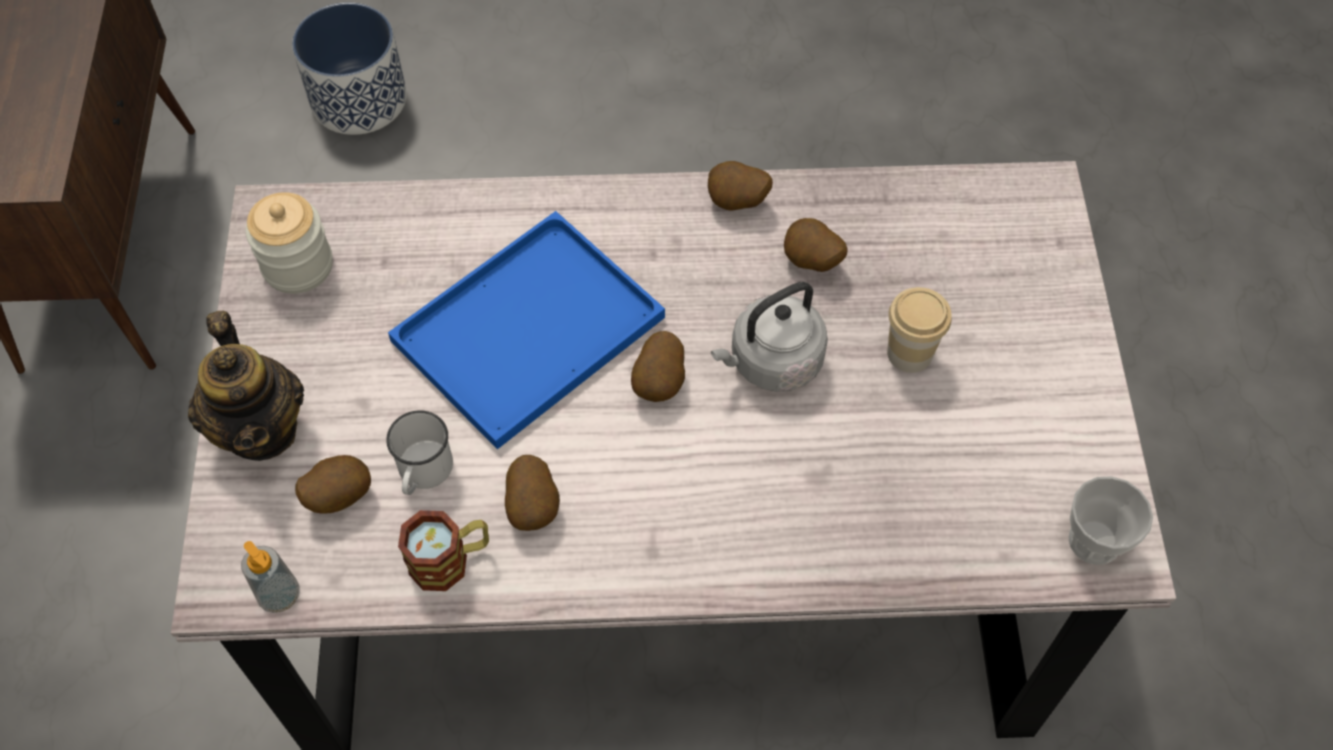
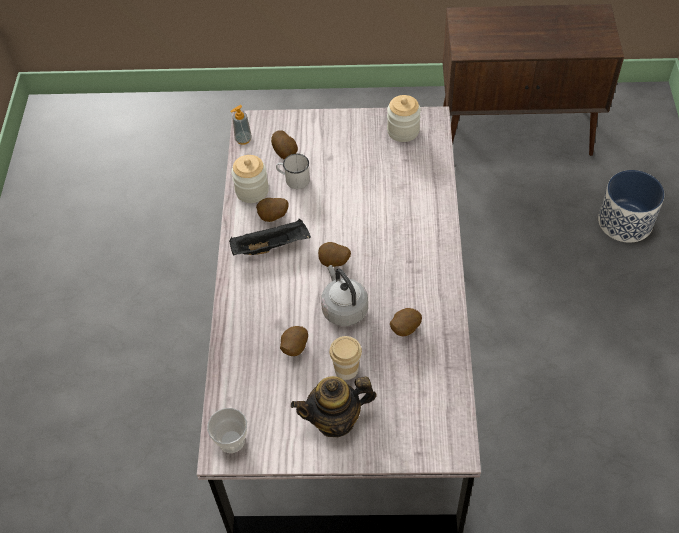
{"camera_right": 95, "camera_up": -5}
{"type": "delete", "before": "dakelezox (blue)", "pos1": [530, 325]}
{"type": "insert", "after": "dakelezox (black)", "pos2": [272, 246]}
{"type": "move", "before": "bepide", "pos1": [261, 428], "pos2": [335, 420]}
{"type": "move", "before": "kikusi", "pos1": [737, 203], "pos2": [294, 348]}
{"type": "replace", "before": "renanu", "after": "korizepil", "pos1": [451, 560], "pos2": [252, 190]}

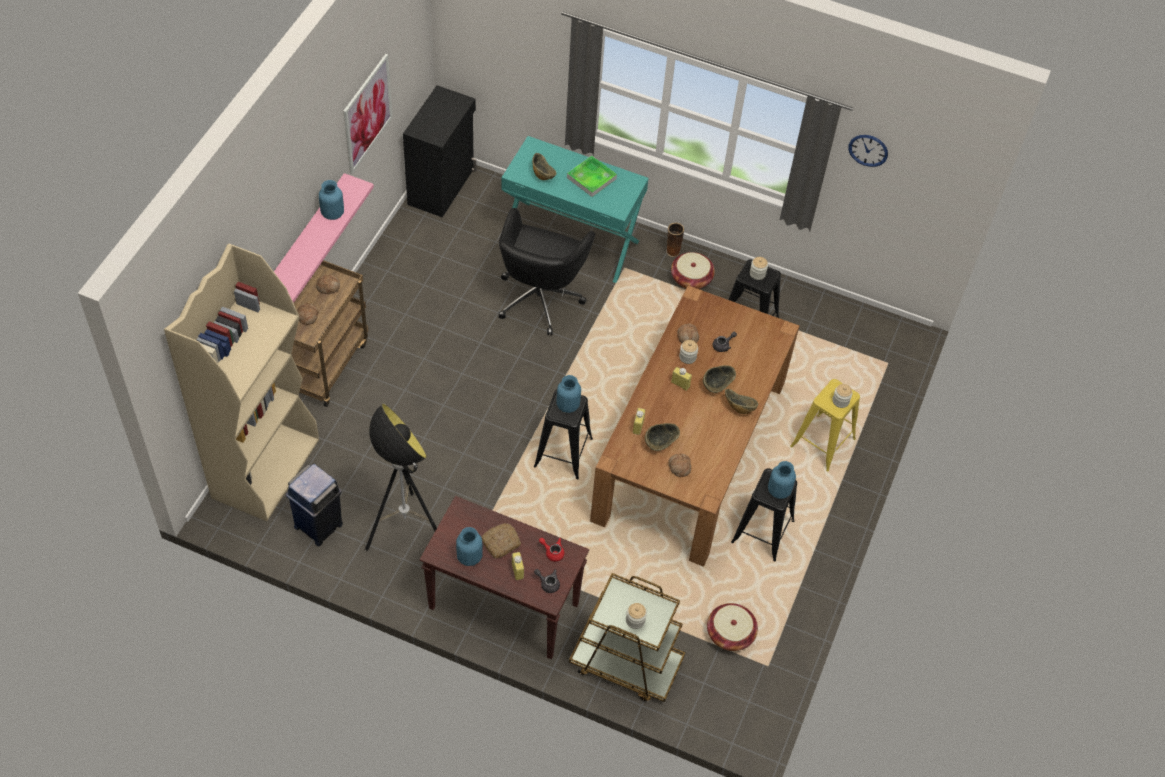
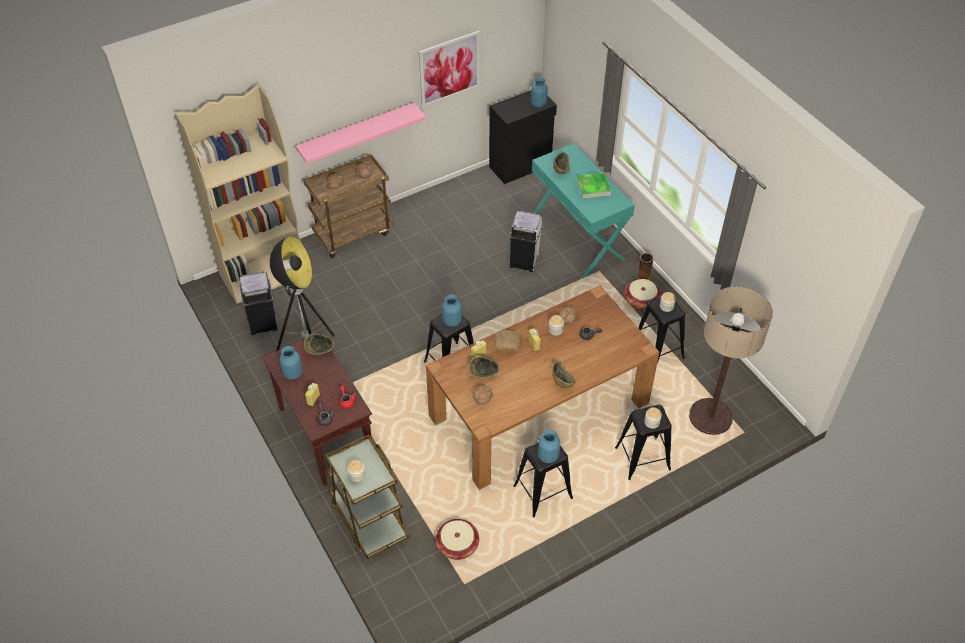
{"camera_right": 40, "camera_up": -5}
{"type": "delete", "before": "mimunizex", "pos1": [868, 150]}
{"type": "insert", "after": "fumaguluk", "pos2": [710, 417]}
{"type": "move", "before": "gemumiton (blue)", "pos1": [332, 213], "pos2": [538, 103]}
{"type": "move", "before": "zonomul", "pos1": [501, 542], "pos2": [507, 343]}
{"type": "move", "before": "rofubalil", "pos1": [716, 385], "pos2": [319, 351]}
{"type": "replace", "before": "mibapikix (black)", "after": "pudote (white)", "pos1": [540, 297], "pos2": [524, 261]}
{"type": "recolor", "before": "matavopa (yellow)", "after": "matavopa (black)", "pos1": [823, 442], "pos2": [643, 458]}

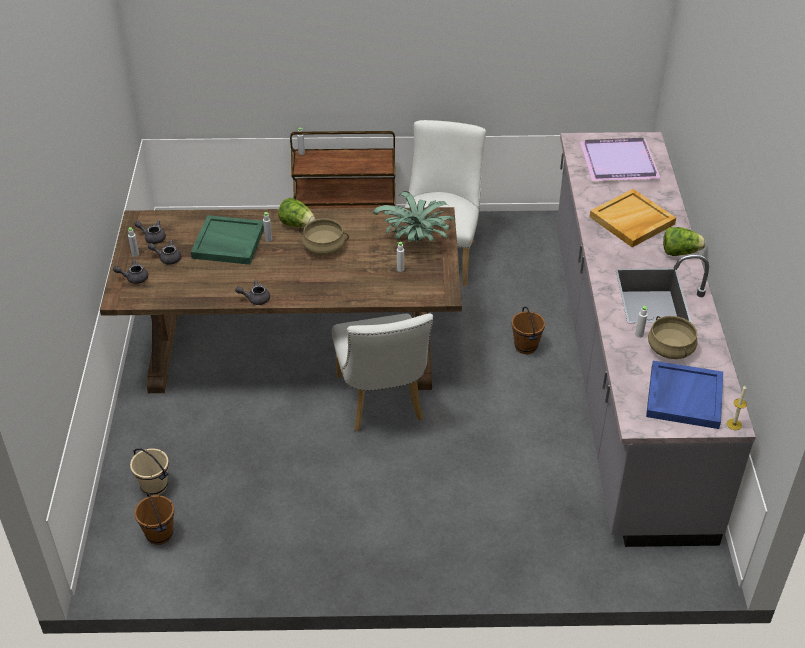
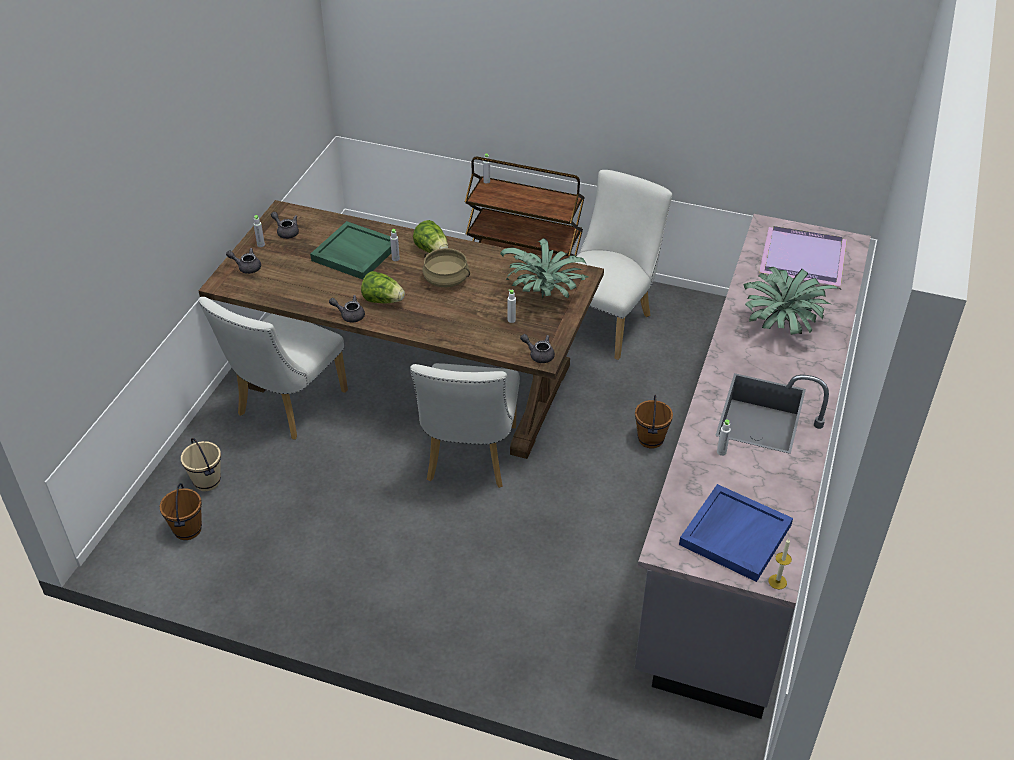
{"camera_right": 20, "camera_up": 0}
{"type": "delete", "before": "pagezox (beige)", "pos1": [670, 349]}
{"type": "insert", "after": "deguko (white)", "pos2": [286, 407]}
{"type": "move", "before": "bepide (grey)", "pos1": [167, 258], "pos2": [539, 354]}
{"type": "move", "before": "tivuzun", "pos1": [680, 252], "pos2": [383, 300]}
{"type": "replace", "before": "dakelezox (beige)", "after": "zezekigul", "pos1": [632, 221], "pos2": [782, 325]}

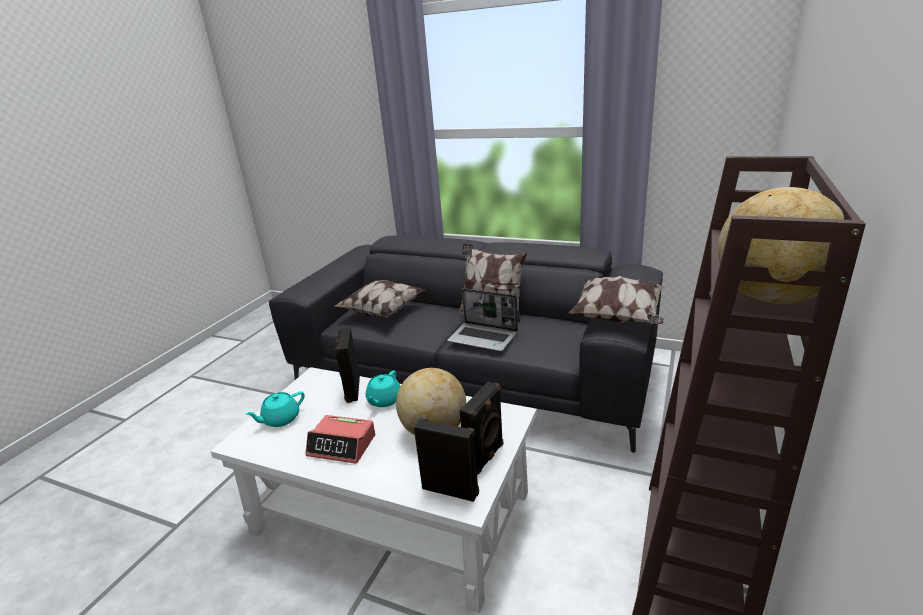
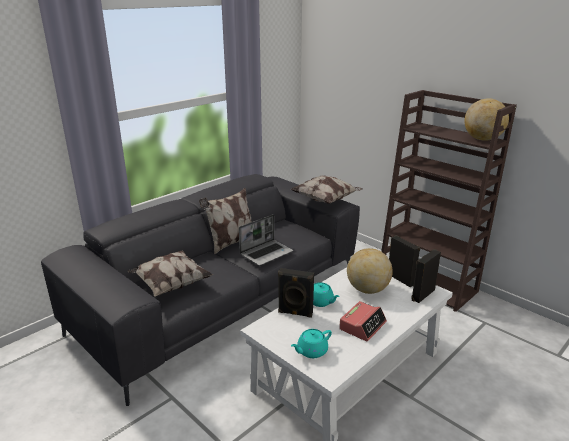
{"camera_right": -70, "camera_up": 0}
{"type": "rotate", "before": "bepide (turquoise)", "pos1": [280, 419], "pos2": [311, 351], "turn": 75}

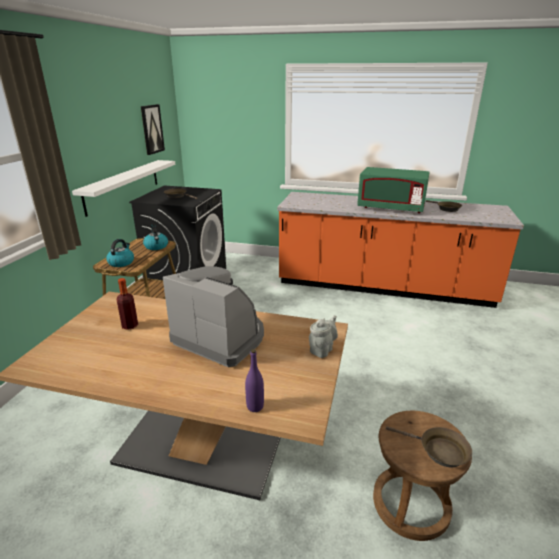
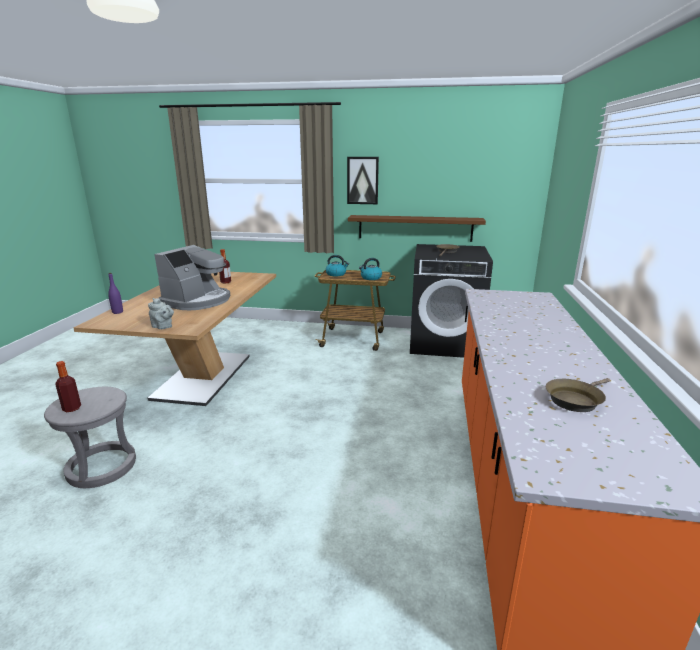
{"camera_right": 85, "camera_up": -5}
{"type": "delete", "before": "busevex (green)", "pos1": [391, 208]}
{"type": "move", "before": "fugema", "pos1": [152, 129], "pos2": [362, 180]}
{"type": "replace", "before": "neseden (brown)", "after": "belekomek", "pos1": [439, 451], "pos2": [72, 408]}
{"type": "recolor", "before": "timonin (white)", "after": "timonin (brown)", "pos1": [123, 185], "pos2": [415, 228]}
{"type": "recolor", "before": "matavopa (brown)", "after": "matavopa (grey)", "pos1": [411, 504], "pos2": [101, 467]}

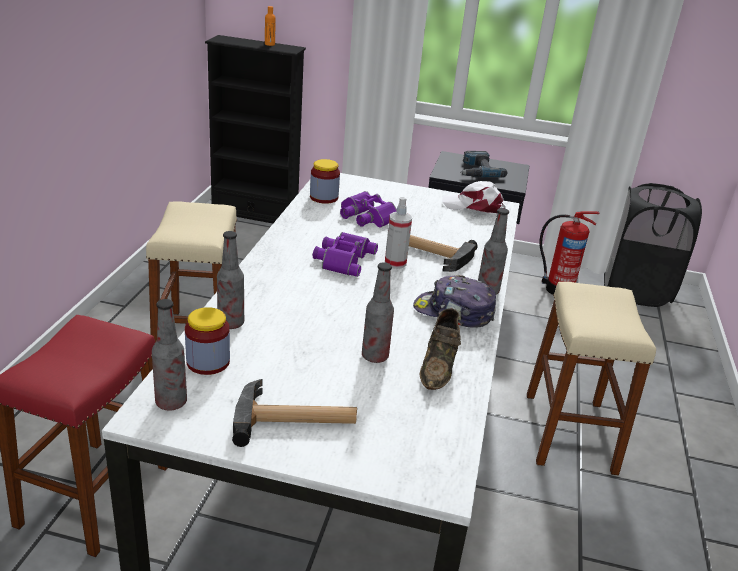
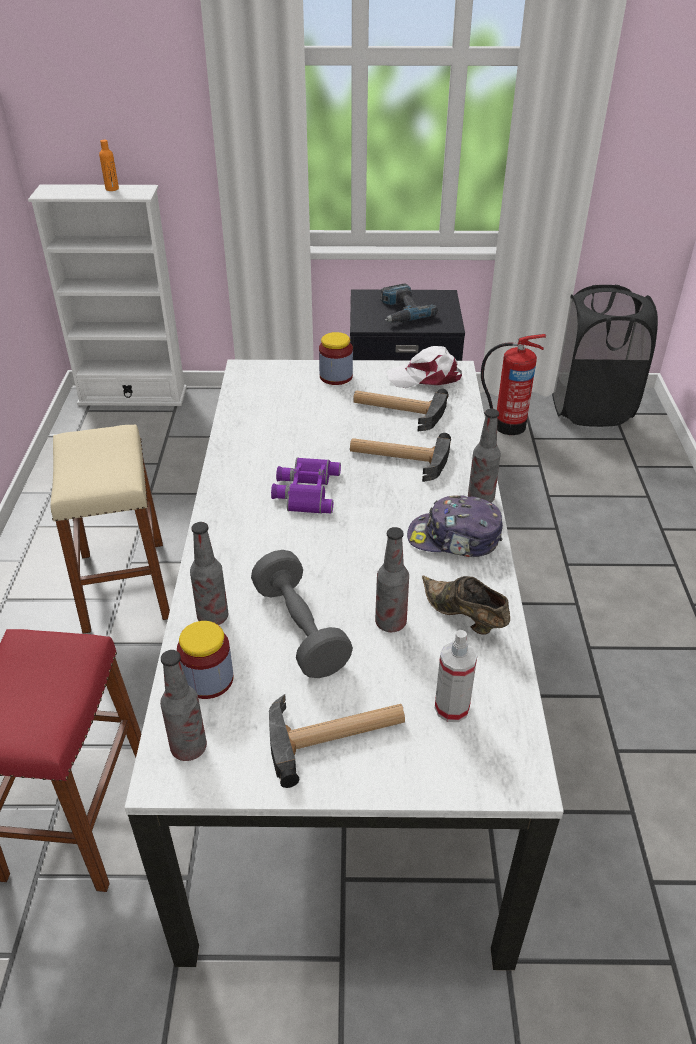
{"camera_right": -10, "camera_up": 10}
{"type": "delete", "before": "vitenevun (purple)", "pos1": [366, 216]}
{"type": "delete", "before": "matavopa (beige)", "pos1": [569, 432]}
{"type": "insert", "after": "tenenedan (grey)", "pos2": [300, 629]}
{"type": "insert", "after": "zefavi", "pos2": [397, 410]}
{"type": "move", "before": "korizepil", "pos1": [324, 197], "pos2": [336, 376]}
{"type": "move", "before": "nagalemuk", "pos1": [395, 263], "pos2": [452, 708]}
{"type": "recolor", "before": "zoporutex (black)", "after": "zoporutex (white)", "pos1": [254, 213], "pos2": [133, 396]}
{"type": "rotate", "before": "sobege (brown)", "pos1": [439, 366], "pos2": [464, 617], "turn": 135}

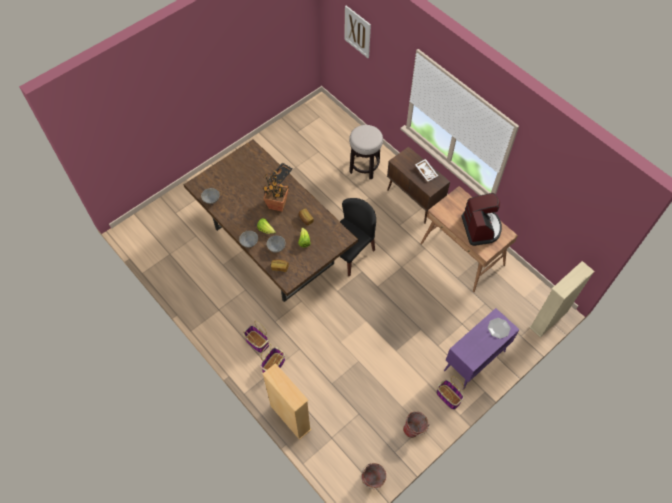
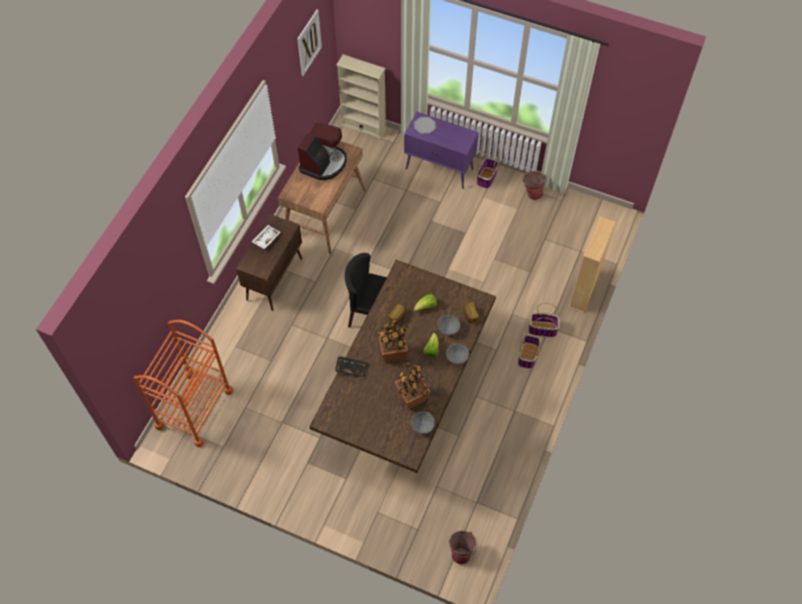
{"camera_right": -115, "camera_up": 0}
{"type": "delete", "before": "matavopa", "pos1": [364, 167]}
{"type": "insert", "after": "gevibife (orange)", "pos2": [194, 408]}
{"type": "insert", "after": "zezekigul", "pos2": [411, 398]}
{"type": "move", "before": "fugema", "pos1": [357, 31], "pos2": [309, 42]}
{"type": "move", "before": "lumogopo", "pos1": [372, 481], "pos2": [462, 551]}
{"type": "rotate", "before": "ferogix", "pos1": [481, 228], "pos2": [324, 163], "turn": 150}

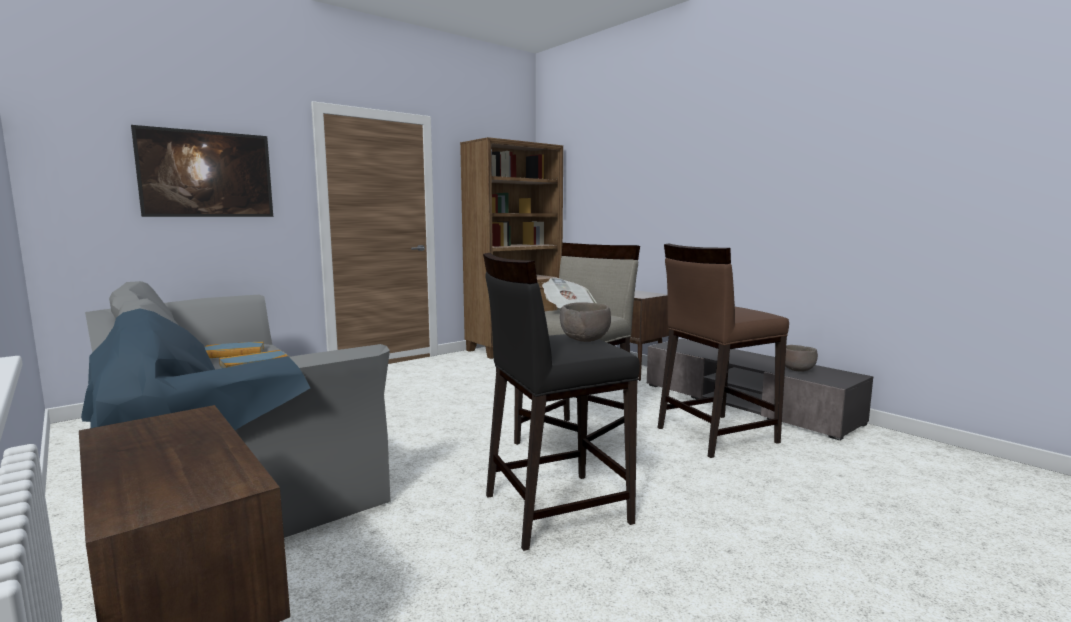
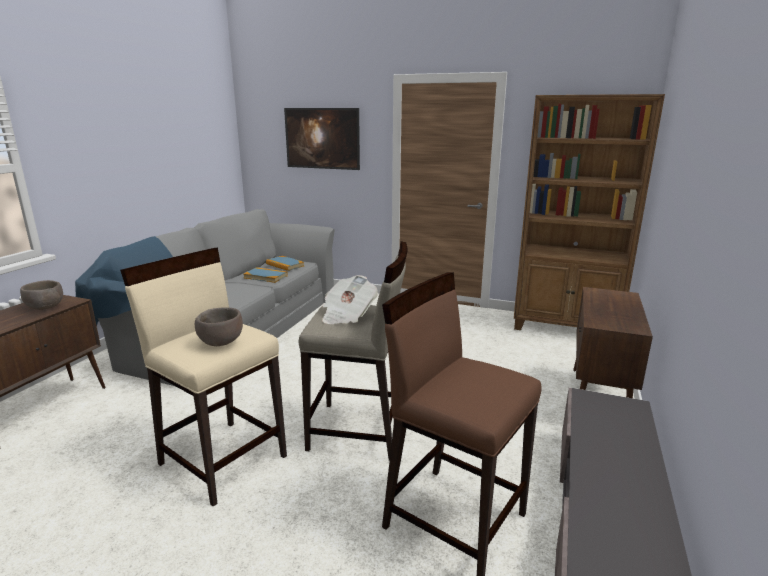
{"camera_right": 60, "camera_up": 10}
{"type": "move", "before": "rofubalil (brown)", "pos1": [797, 370], "pos2": [45, 308]}
{"type": "recolor", "before": "matavopa (black)", "after": "matavopa (beige)", "pos1": [554, 508], "pos2": [223, 458]}

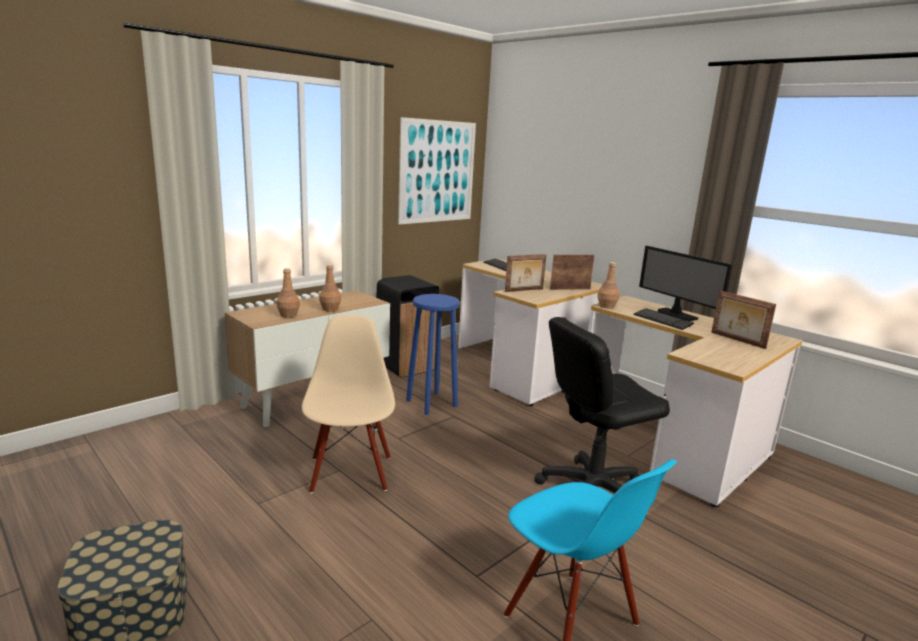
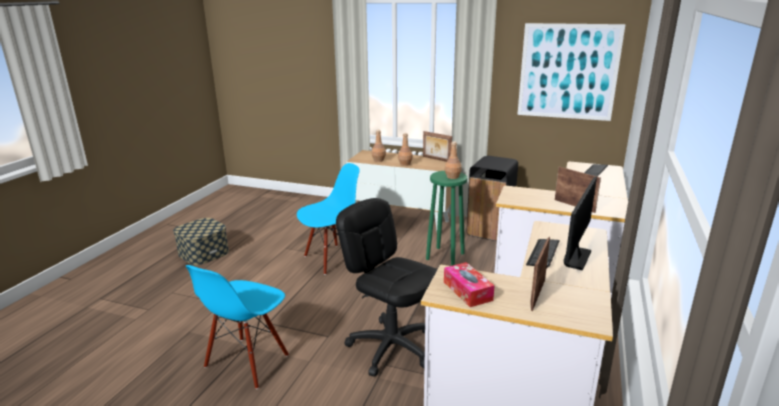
{"camera_right": 65, "camera_up": 5}
{"type": "insert", "after": "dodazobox", "pos2": [467, 291]}
{"type": "move", "before": "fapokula", "pos1": [524, 290], "pos2": [436, 159]}
{"type": "move", "before": "belekomek (brown)", "pos1": [607, 306], "pos2": [452, 177]}
{"type": "recolor", "before": "deguko (beige)", "after": "deguko (blue)", "pos1": [350, 473], "pos2": [331, 259]}
{"type": "recolor", "before": "matavopa (blue)", "after": "matavopa (green)", "pos1": [431, 403], "pos2": [445, 256]}

